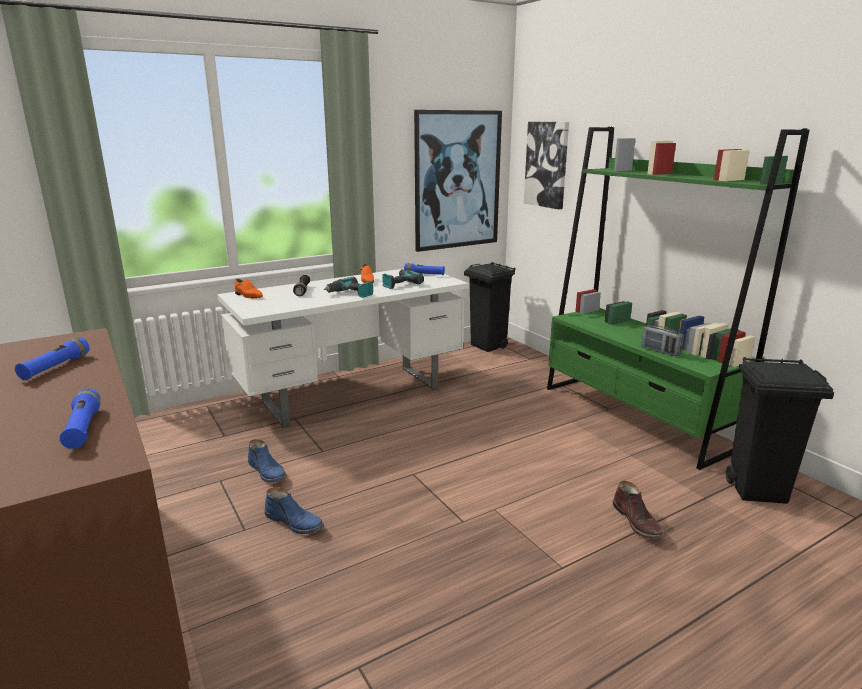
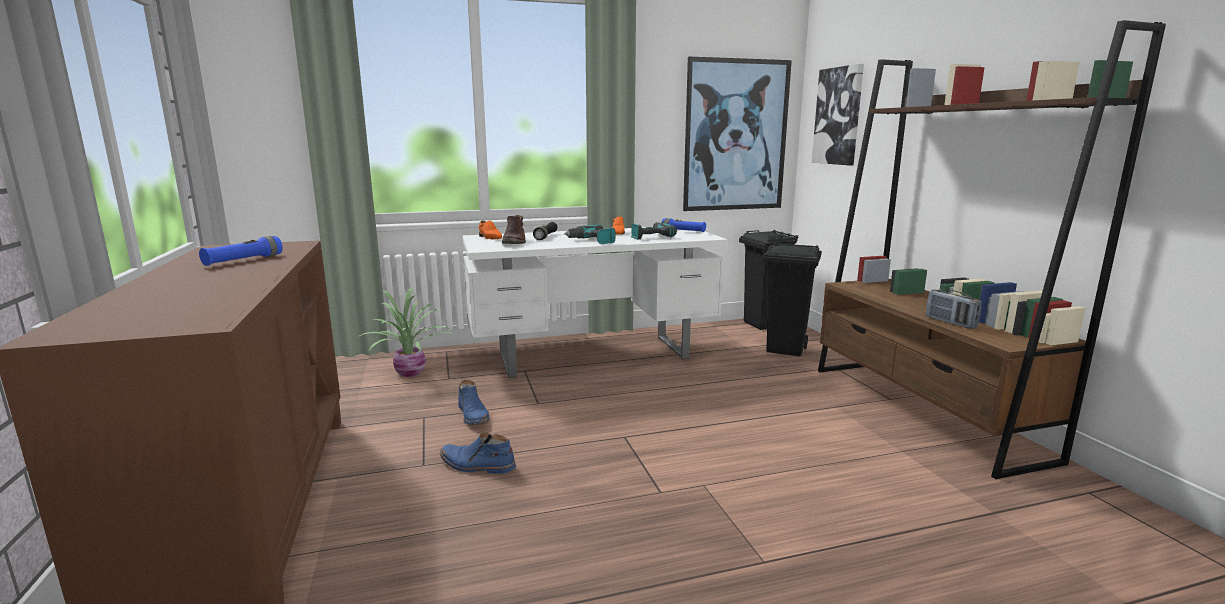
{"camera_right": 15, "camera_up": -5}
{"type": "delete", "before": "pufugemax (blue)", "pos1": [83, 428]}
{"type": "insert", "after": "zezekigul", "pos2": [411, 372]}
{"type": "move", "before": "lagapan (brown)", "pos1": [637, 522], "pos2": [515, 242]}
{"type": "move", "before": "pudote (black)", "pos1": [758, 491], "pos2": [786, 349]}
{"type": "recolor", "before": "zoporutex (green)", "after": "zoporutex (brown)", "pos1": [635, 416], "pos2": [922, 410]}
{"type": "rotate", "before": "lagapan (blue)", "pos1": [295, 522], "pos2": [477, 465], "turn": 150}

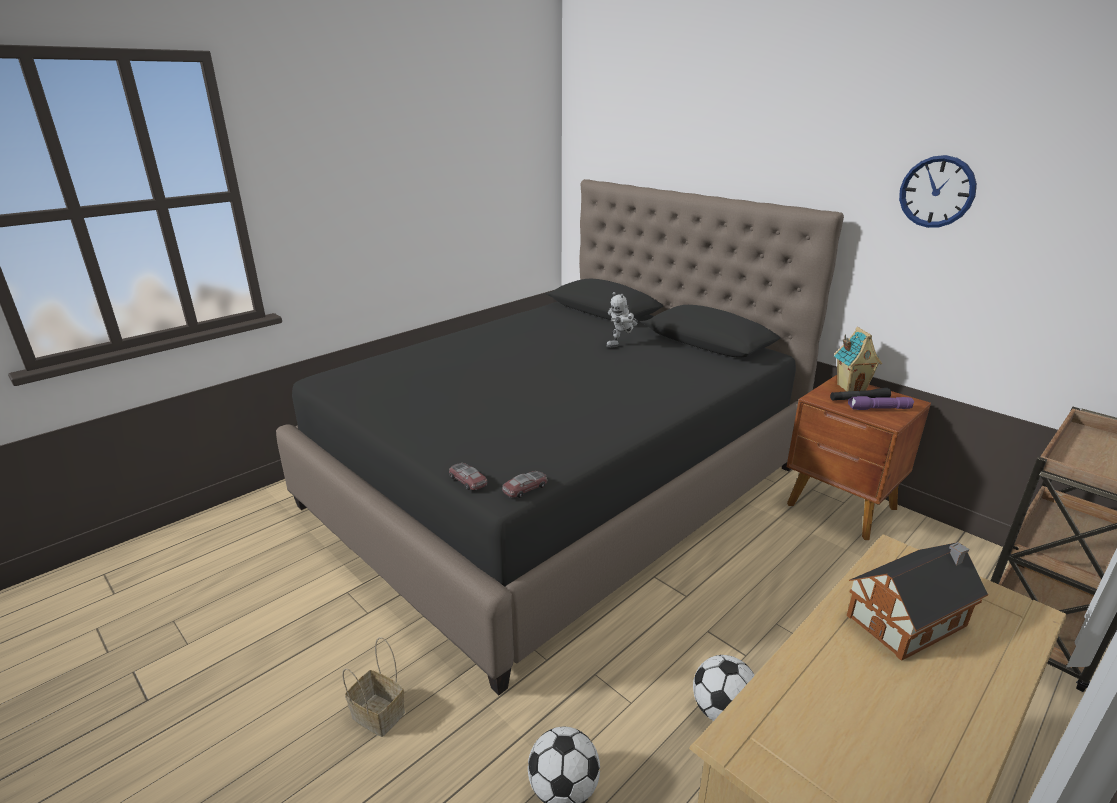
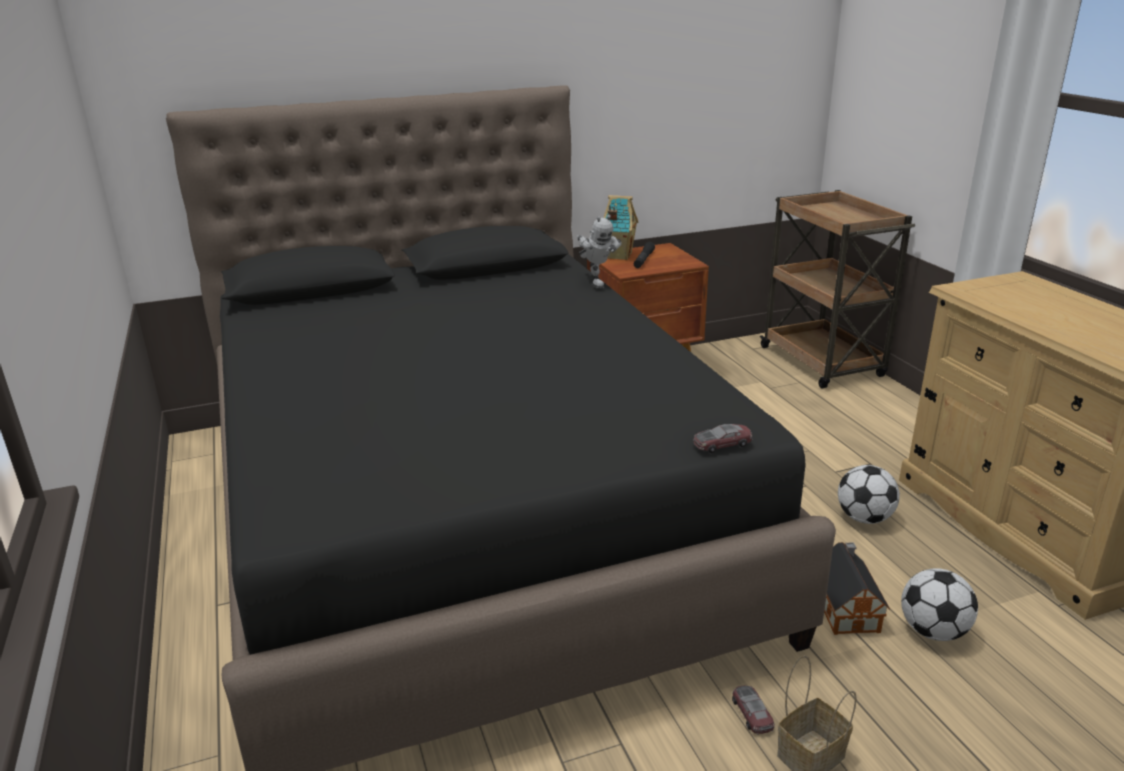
{"camera_right": -65, "camera_up": 0}
{"type": "delete", "before": "pufugemax (purple)", "pos1": [879, 409]}
{"type": "delete", "before": "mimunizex", "pos1": [936, 192]}
{"type": "move", "before": "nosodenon", "pos1": [525, 488], "pos2": [752, 714]}
{"type": "move", "before": "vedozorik", "pos1": [622, 345], "pos2": [596, 283]}
{"type": "move", "before": "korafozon", "pos1": [910, 620], "pos2": [845, 607]}

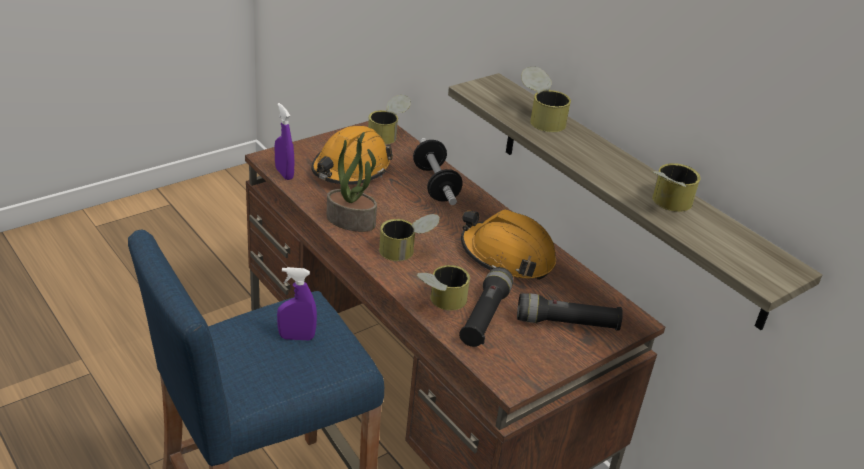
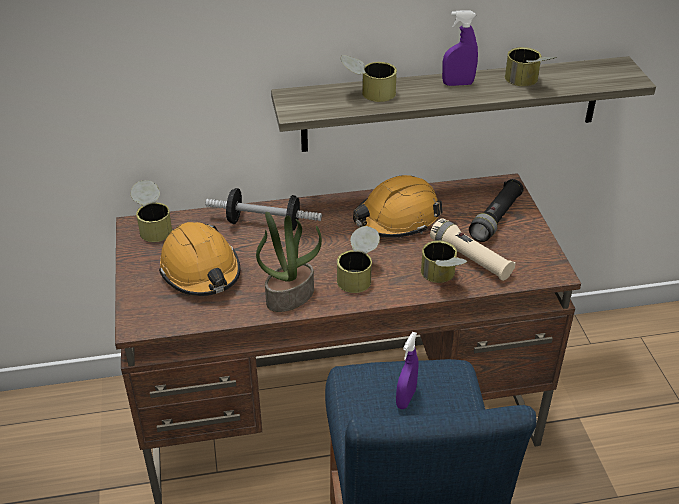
{"camera_right": -60, "camera_up": 5}
{"type": "move", "before": "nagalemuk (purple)", "pos1": [284, 173], "pos2": [457, 84]}
{"type": "recolor", "before": "pufugemax (black)", "after": "pufugemax (beige)", "pos1": [485, 317], "pos2": [470, 259]}

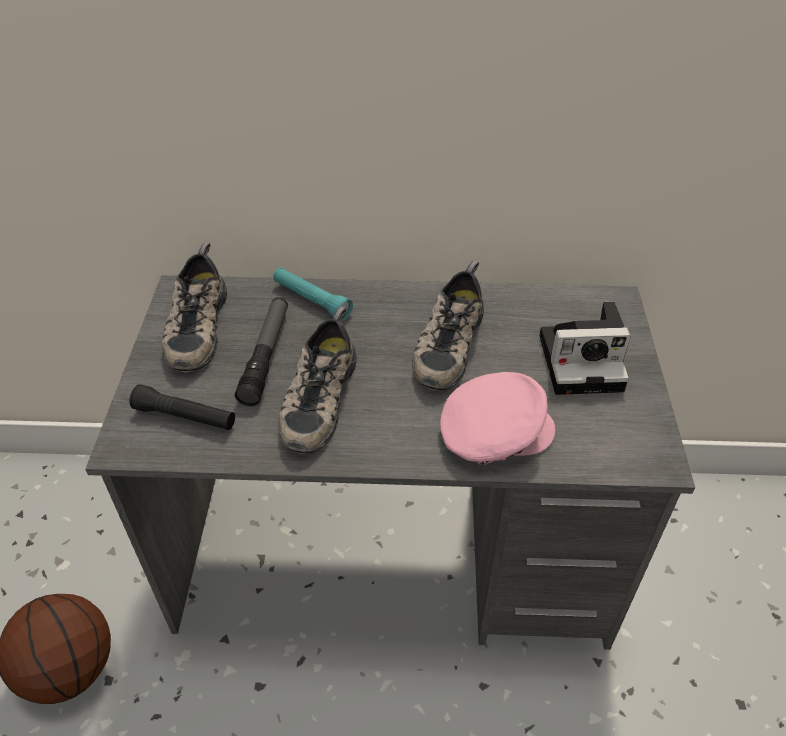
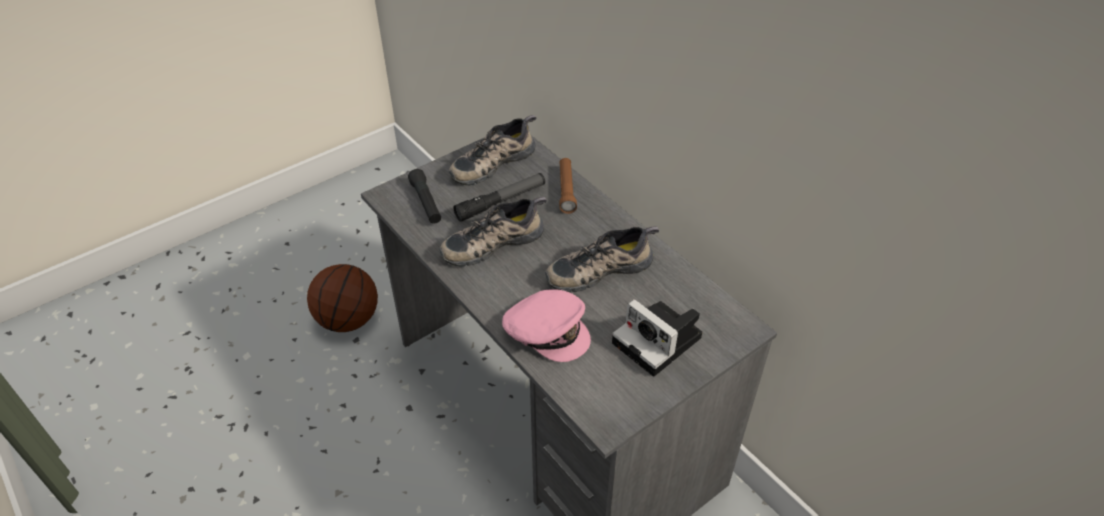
{"camera_right": 50, "camera_up": 0}
{"type": "recolor", "before": "pufugemax (turquoise)", "after": "pufugemax (brown)", "pos1": [312, 300], "pos2": [566, 190]}

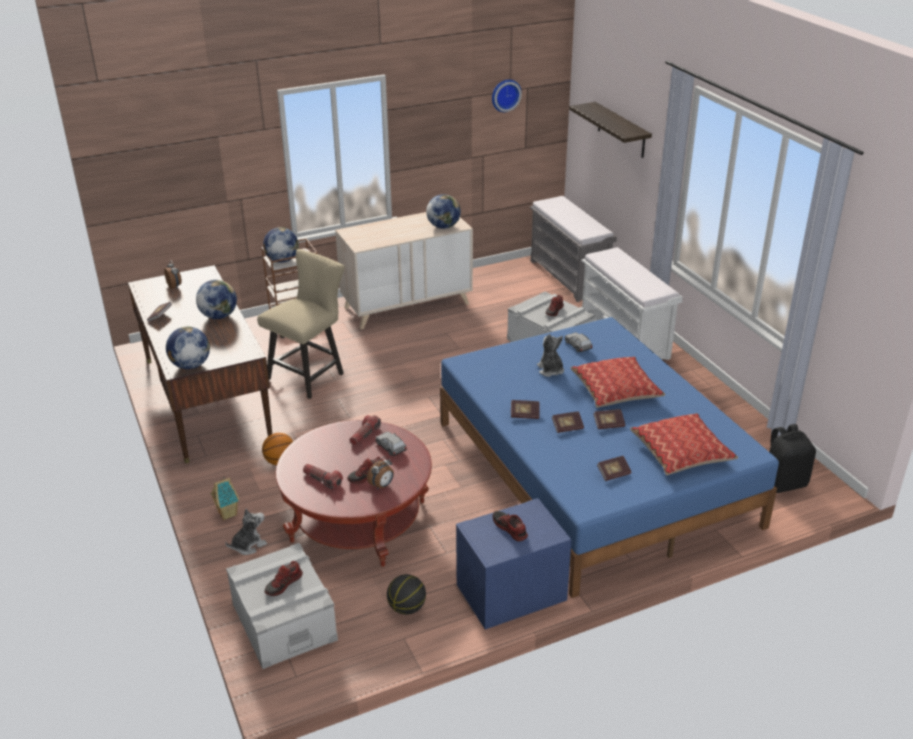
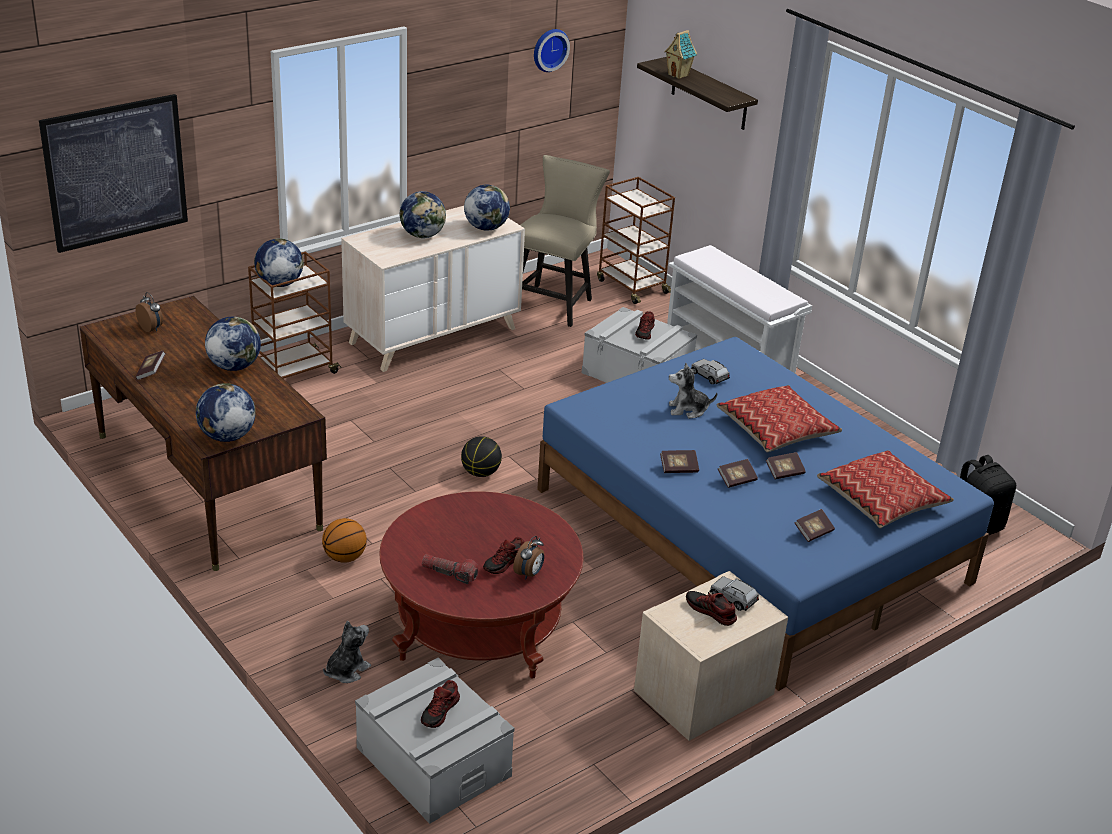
{"camera_right": -15, "camera_up": 0}
{"type": "delete", "before": "pufugemax", "pos1": [365, 434]}
{"type": "insert", "after": "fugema", "pos2": [116, 172]}
{"type": "insert", "after": "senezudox", "pos2": [423, 235]}
{"type": "move", "before": "korafozon", "pos1": [228, 514], "pos2": [678, 75]}
{"type": "move", "before": "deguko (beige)", "pos1": [310, 374], "pos2": [554, 302]}
{"type": "move", "before": "nosodenon (grey)", "pos1": [391, 447], "pos2": [733, 599]}
{"type": "move", "before": "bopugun", "pos1": [406, 608], "pos2": [480, 473]}
{"type": "replace", "before": "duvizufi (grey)", "after": "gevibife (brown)", "pos1": [569, 277], "pos2": [631, 286]}
{"type": "recolor", "before": "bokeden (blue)", "after": "bokeden (beige)", "pos1": [510, 592], "pos2": [703, 692]}
{"type": "rotate", "before": "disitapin", "pos1": [550, 370], "pos2": [688, 410], "turn": -60}

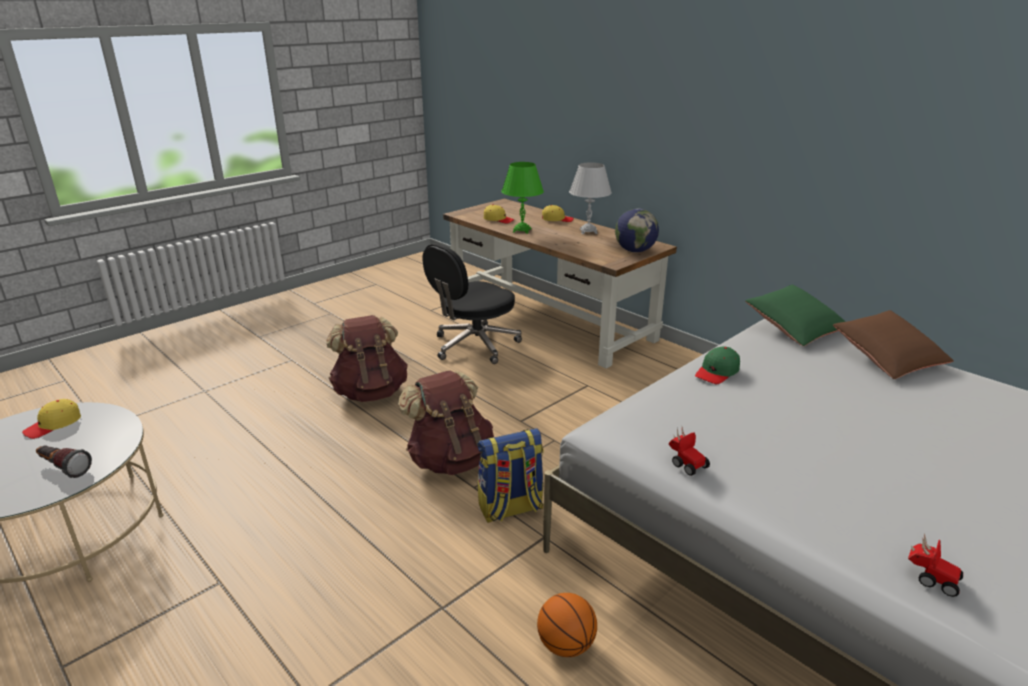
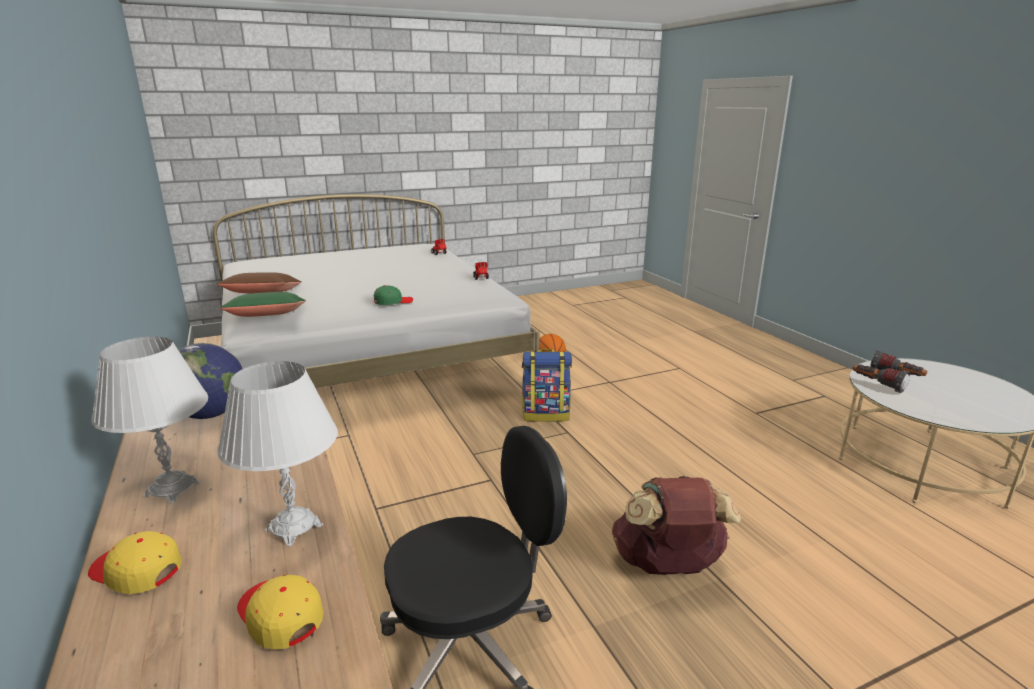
{"camera_right": -160, "camera_up": -5}
{"type": "delete", "before": "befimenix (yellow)", "pos1": [53, 425]}
{"type": "delete", "before": "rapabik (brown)", "pos1": [450, 459]}
{"type": "insert", "after": "pufugemax", "pos2": [877, 385]}
{"type": "recolor", "before": "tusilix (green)", "after": "tusilix (white)", "pos1": [522, 230], "pos2": [294, 528]}

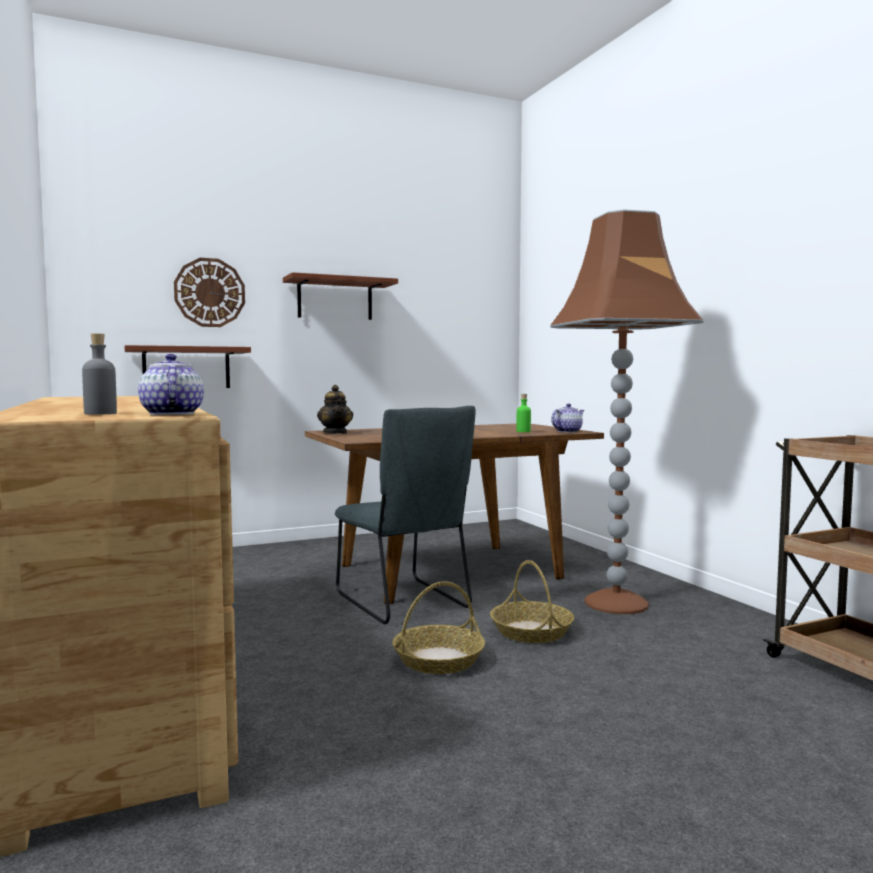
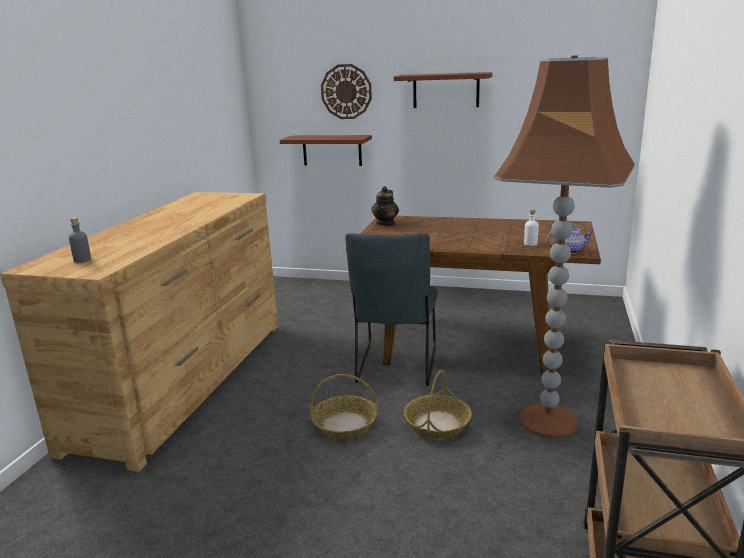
{"camera_right": 40, "camera_up": 15}
{"type": "delete", "before": "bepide", "pos1": [171, 414]}
{"type": "recolor", "before": "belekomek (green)", "after": "belekomek (white)", "pos1": [523, 431], "pos2": [530, 243]}

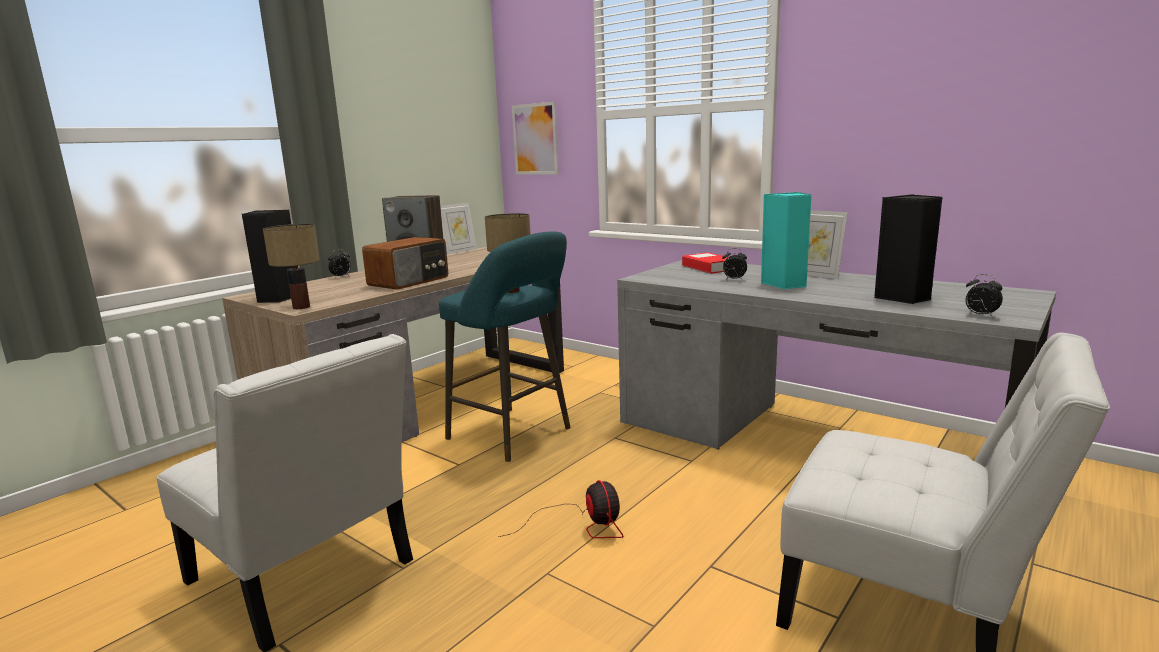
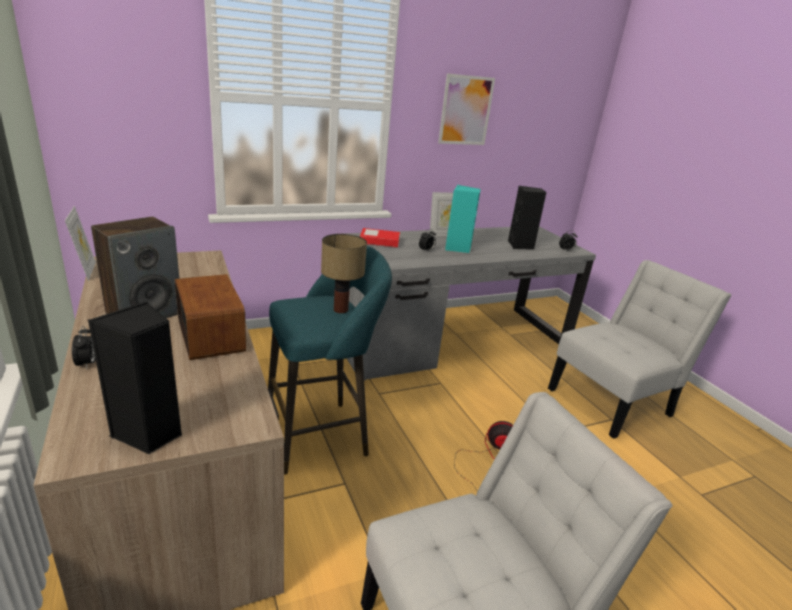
{"camera_right": -65, "camera_up": 10}
{"type": "delete", "before": "tusilix", "pos1": [300, 307]}
{"type": "move", "before": "fugema", "pos1": [535, 139], "pos2": [466, 110]}

